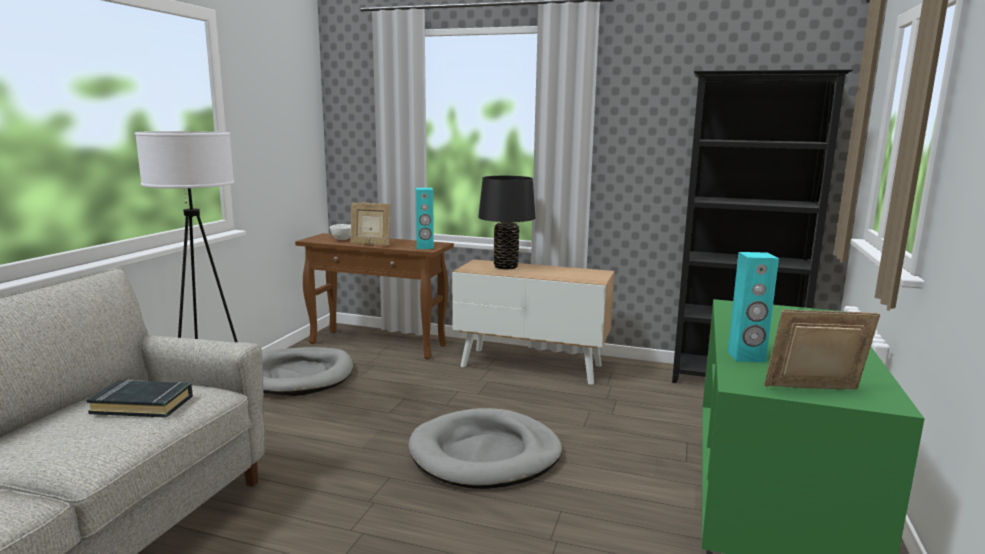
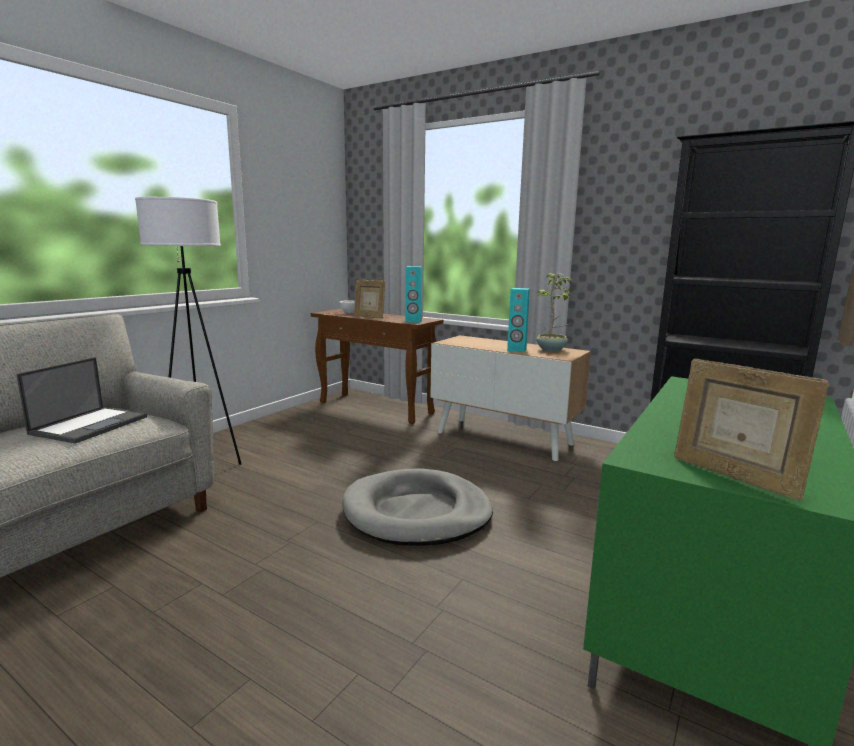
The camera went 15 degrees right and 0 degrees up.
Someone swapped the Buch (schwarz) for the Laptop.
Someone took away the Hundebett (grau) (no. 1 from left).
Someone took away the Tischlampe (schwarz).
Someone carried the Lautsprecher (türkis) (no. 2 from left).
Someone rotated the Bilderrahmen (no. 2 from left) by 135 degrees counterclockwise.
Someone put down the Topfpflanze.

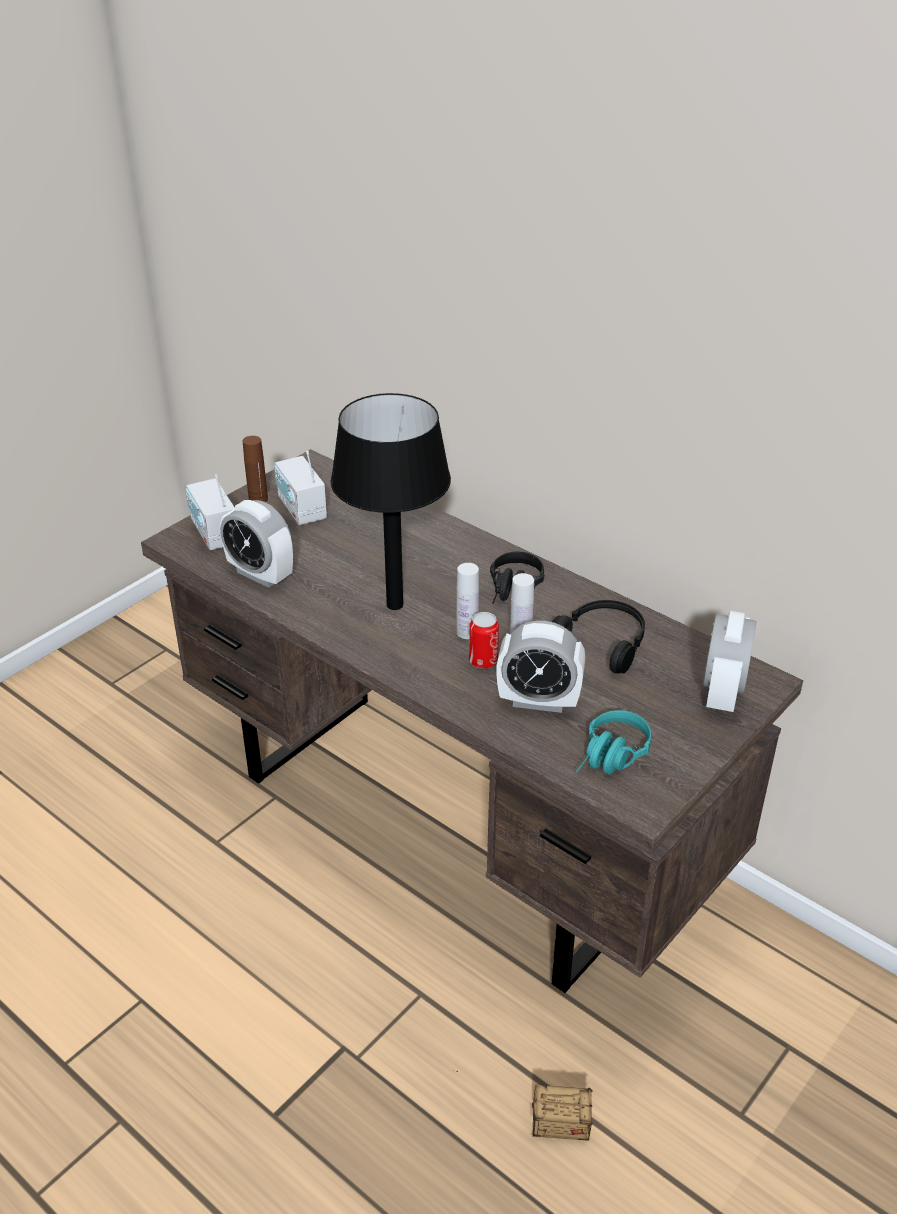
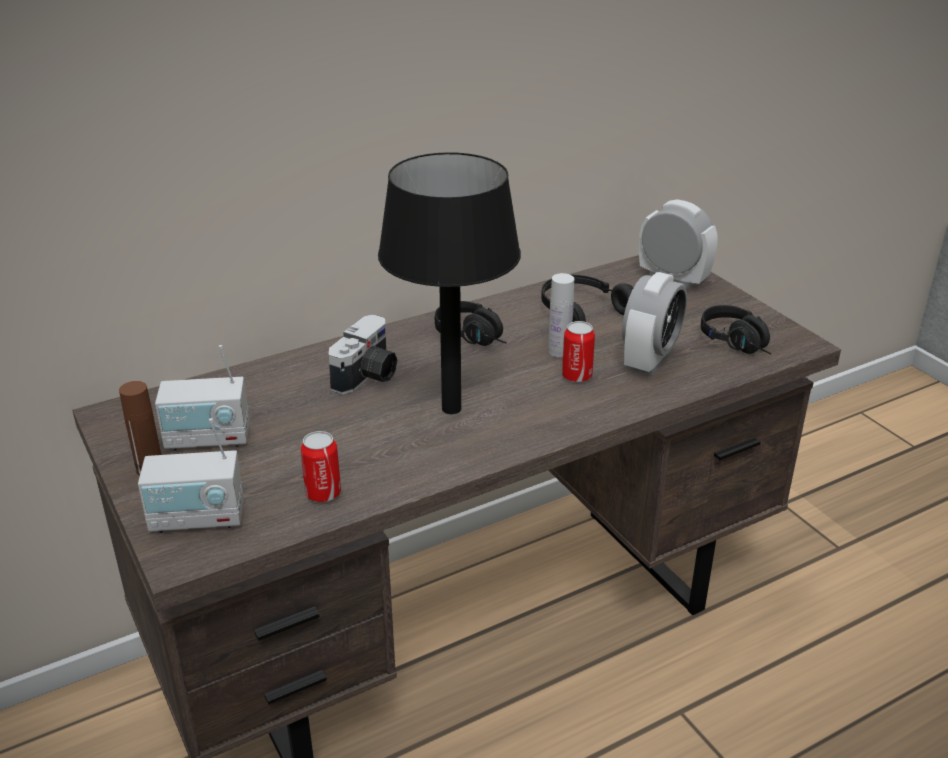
The camera went 70 degrees left and 5 degrees down.
Someone swapped the Wecker (no. 1 from left) for the Dose (no. 1 from left).
Someone took away the Aufbewahrungsbox.
Someone took away the Flasche (weiß) (no. 1 from left).
Someone repainted the Kopfhörer (türkis), which became the Kopfhörer (schwarz) (no. 3 from left).
Someone put down the Kamera.

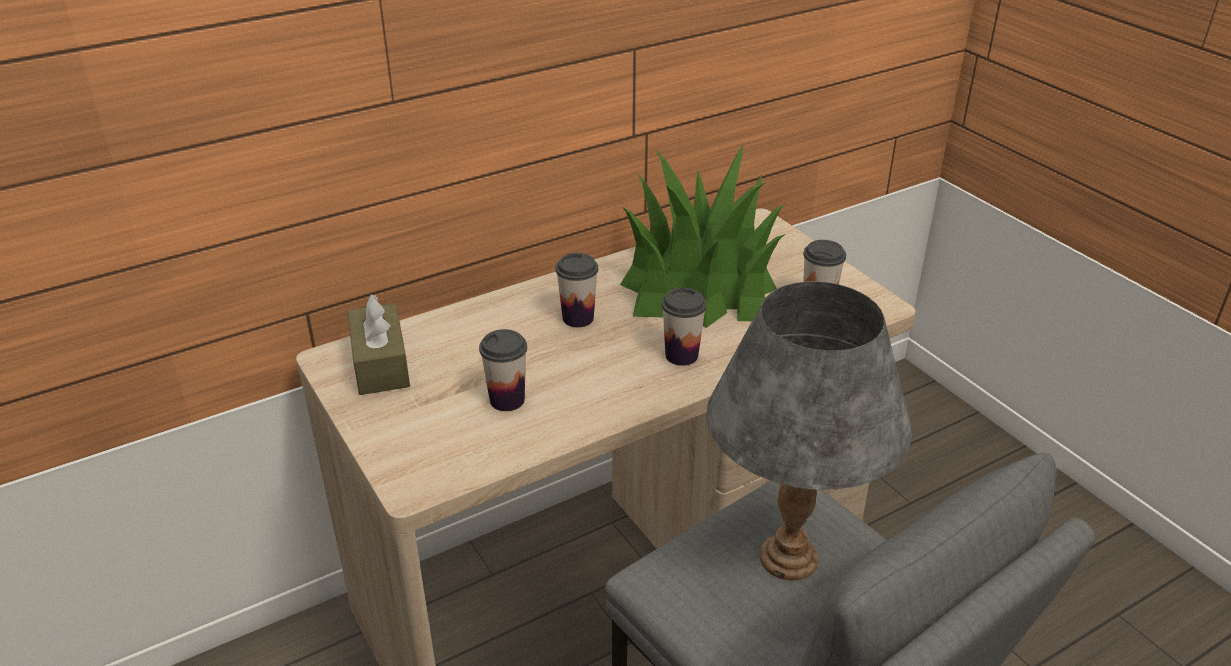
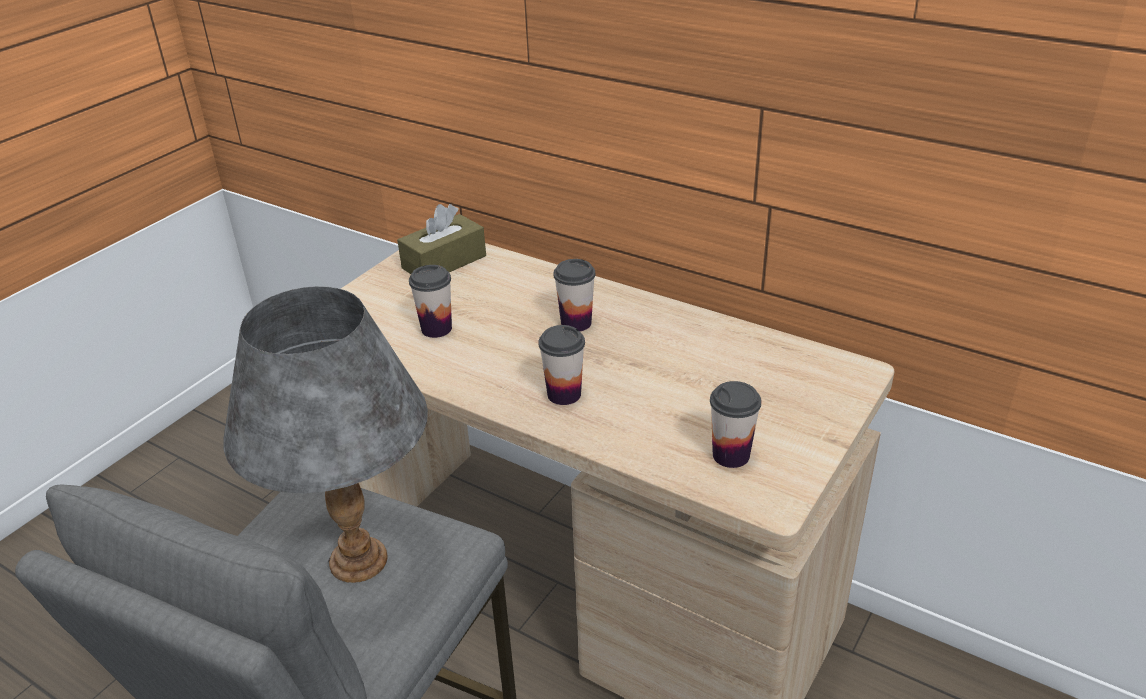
The camera went 65 degrees right and 0 degrees up.
Someone took away the Topfpflanze.

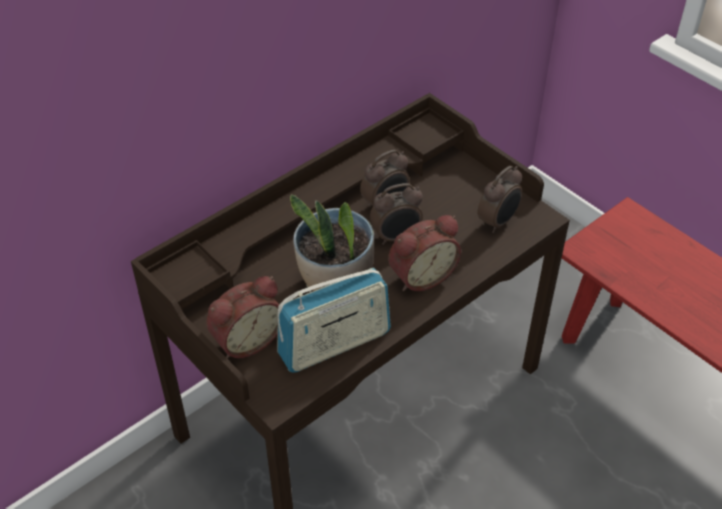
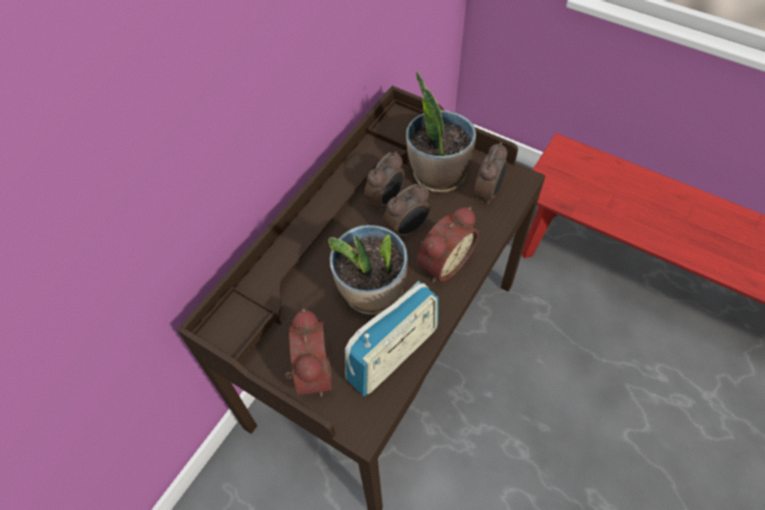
The camera went 15 degrees left and 10 degrees up.
Someone rotated the Wecker (no. 1 from left) by 45 degrees counterclockwise.
Someone put down the Topfpflanze (no. 2 from left).

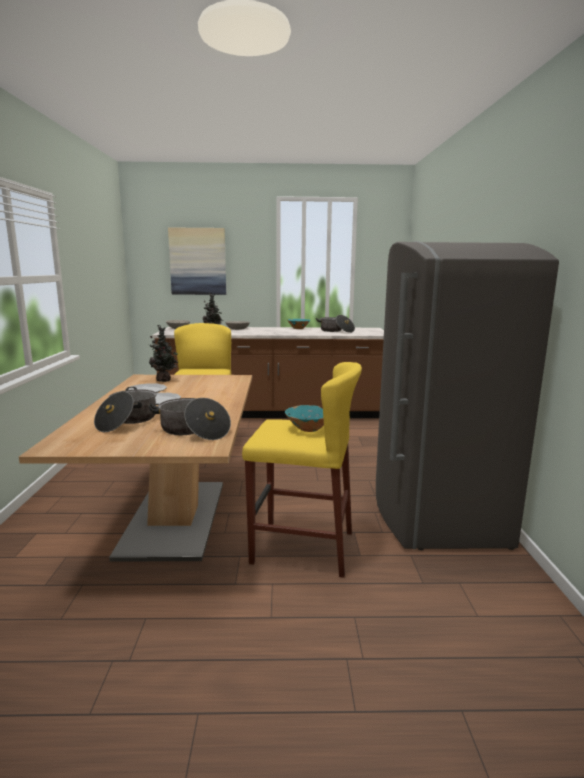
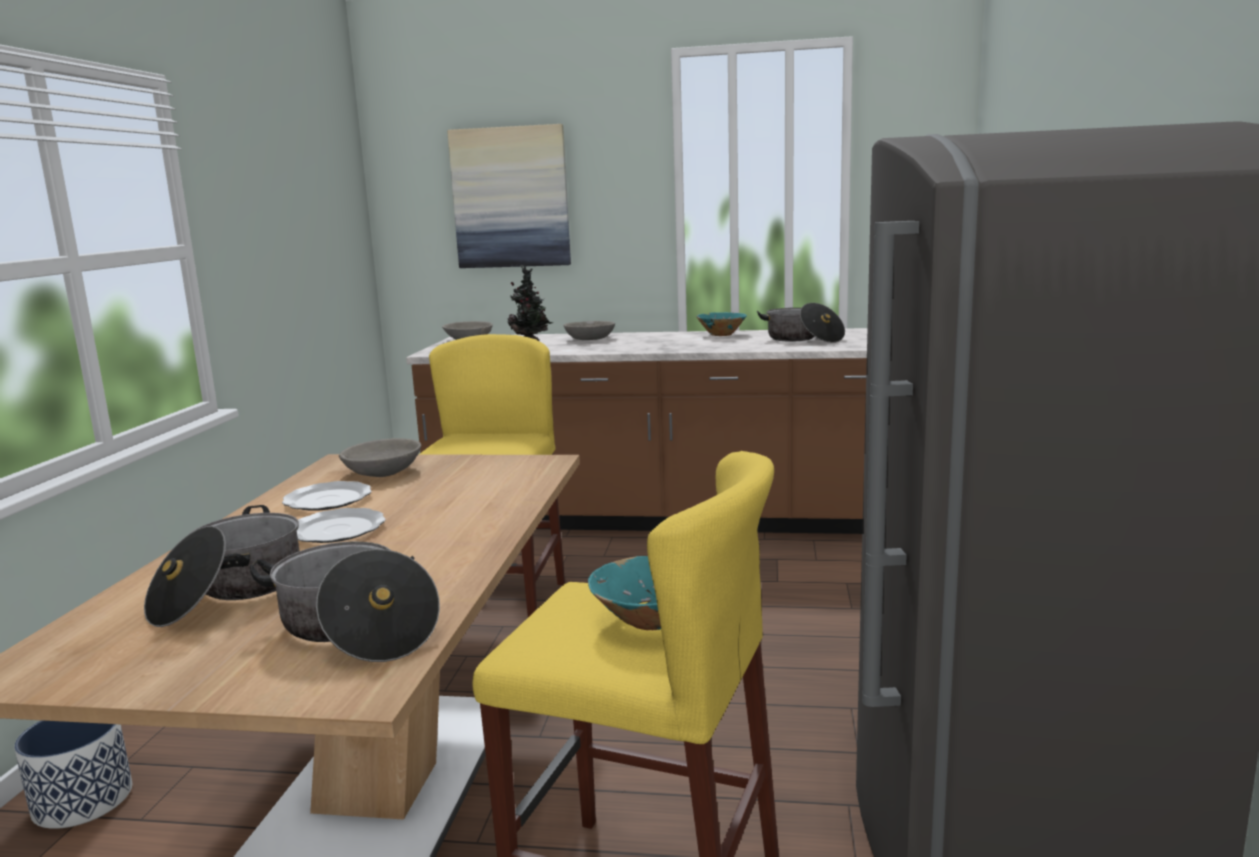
The camera went 10 degrees right and 0 degrees up.
Someone swapped the Topfpflanze (no. 1 from left) for the Schüssel (grau) (no. 1 from left).
Someone put down the Pflanzkübel.

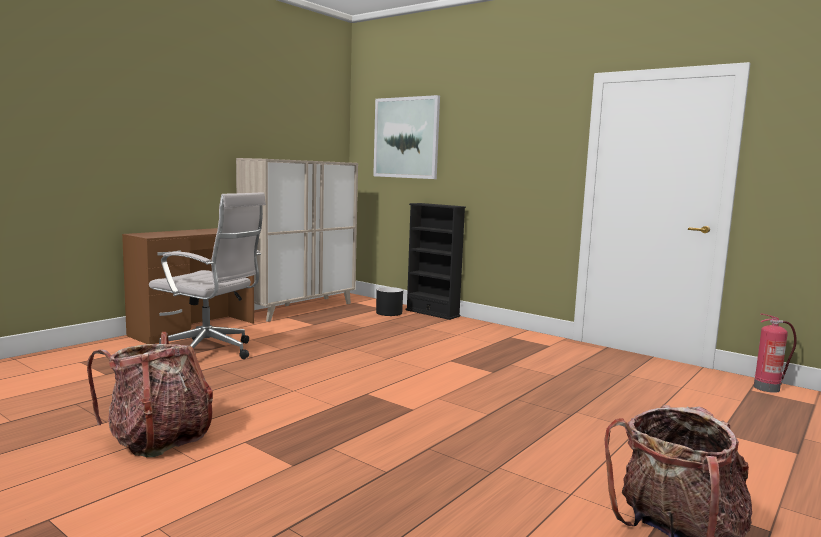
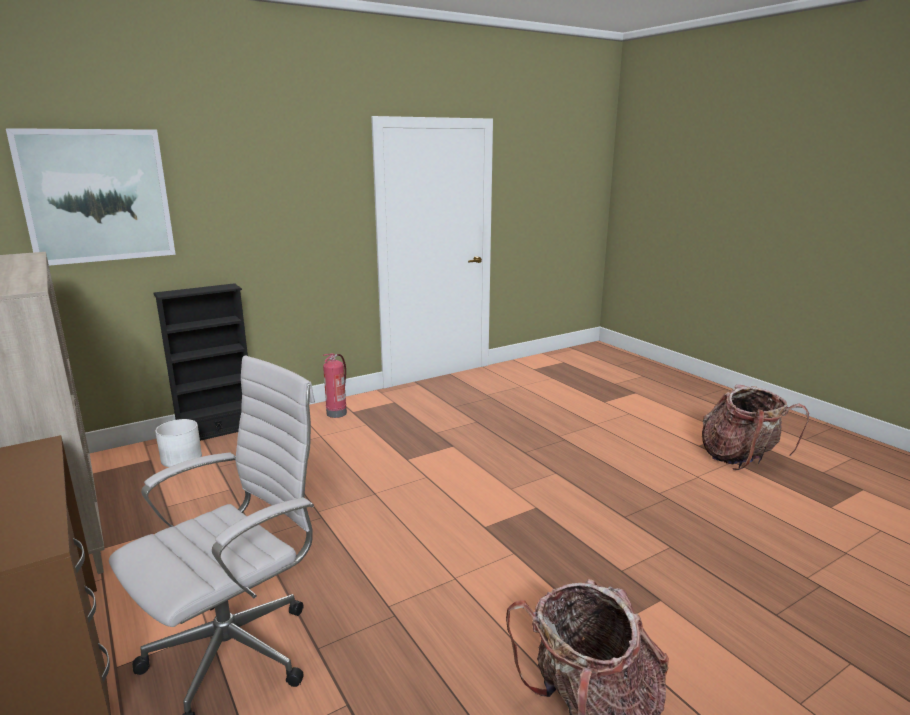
The camera went 70 degrees left and 10 degrees up.
Someone repainted the Pflanzkübel (schwarz), which became the Pflanzkübel (weiß).
Someone carried the Feuerlöscher.

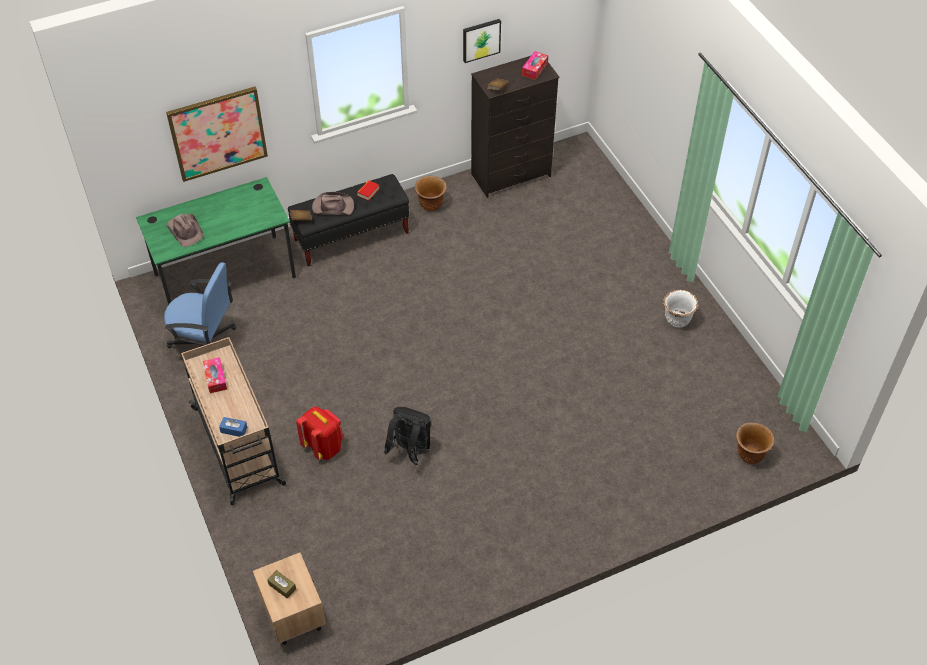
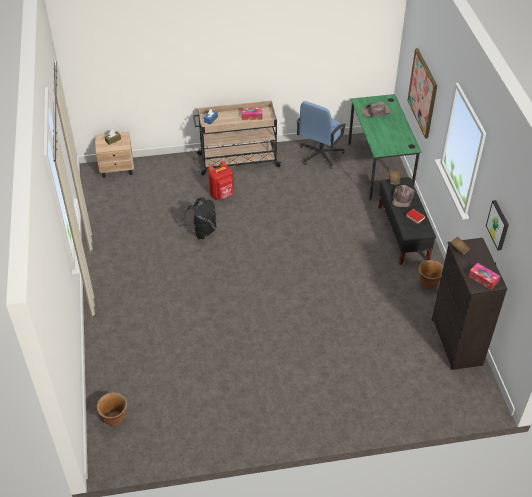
The camera went 105 degrees right and 5 degrees down.
Someone took away the Pflanzkübel (weiß).

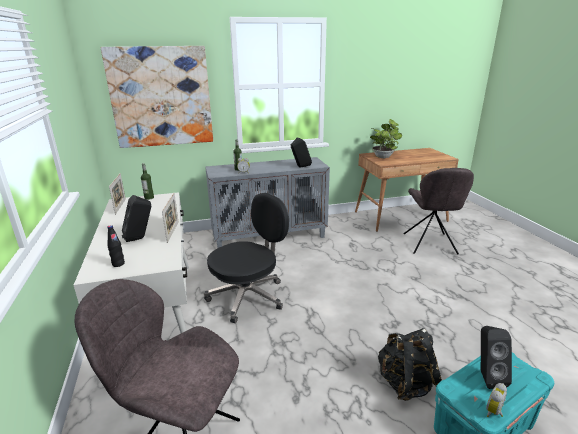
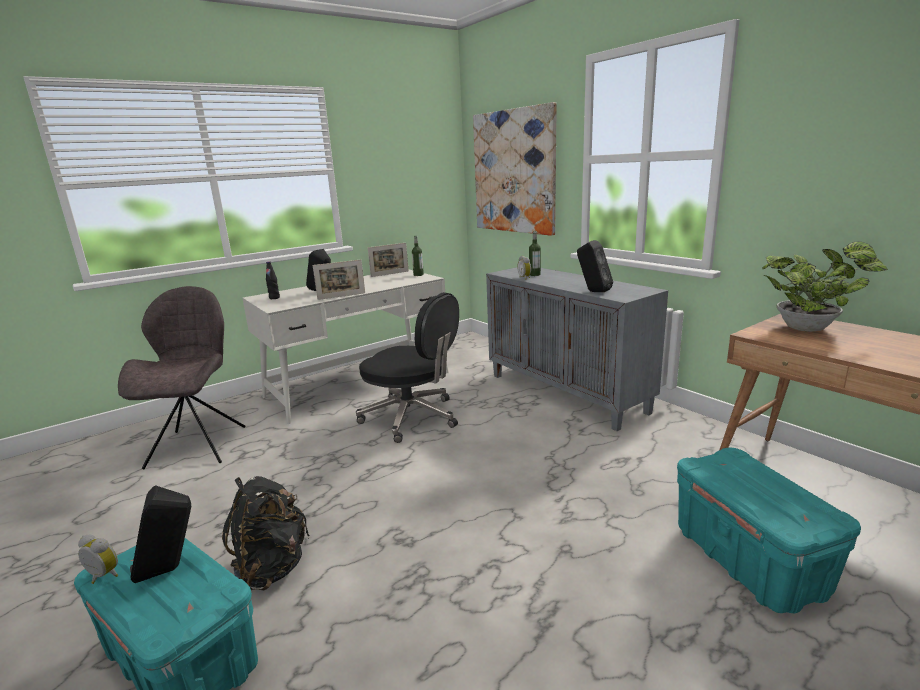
The camera went 70 degrees right and 5 degrees down.
Someone swapped the Stuhl (grau) (no. 2 from left) for the Aufbewahrungsbox (türkis) (no. 2 from left).

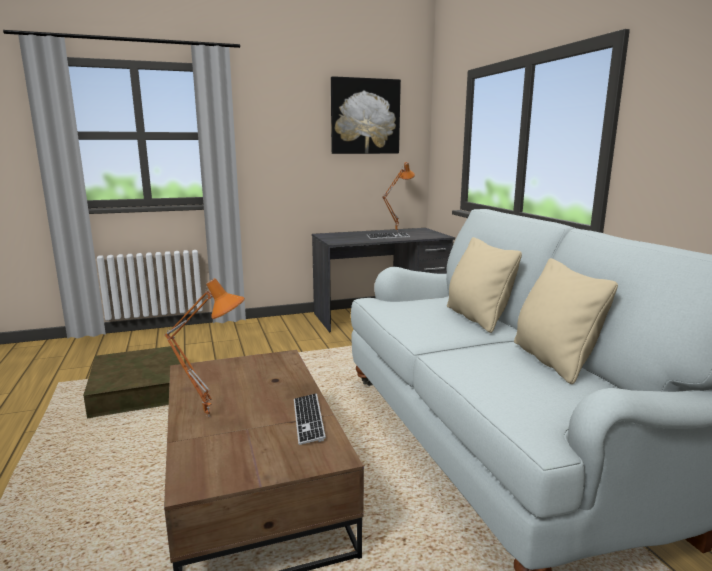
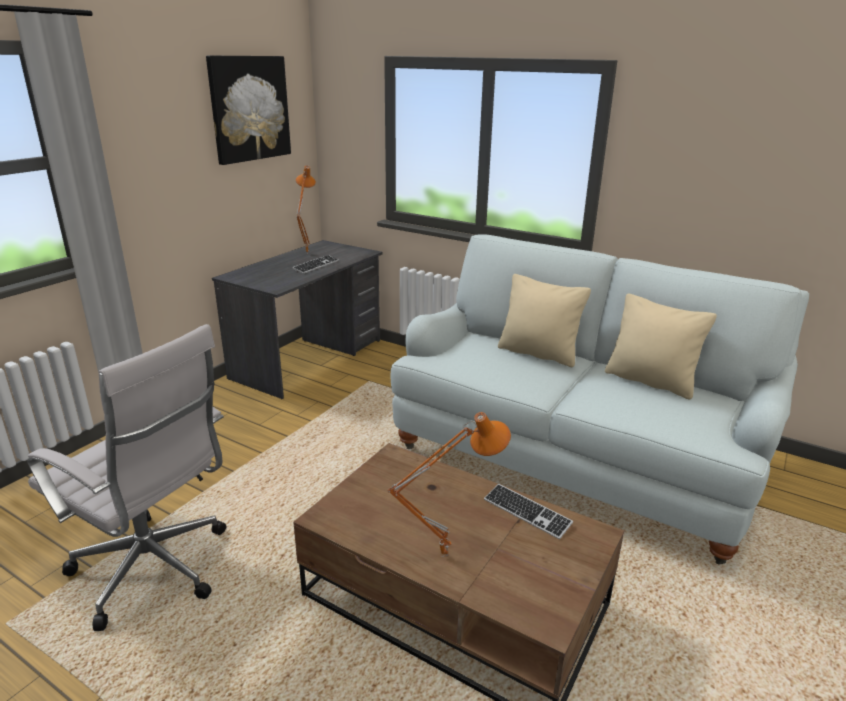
The camera went 40 degrees left and 10 degrees up.
Someone swapped the Aufbewahrungsbox (braun) for the Bürostuhl (weiß).

